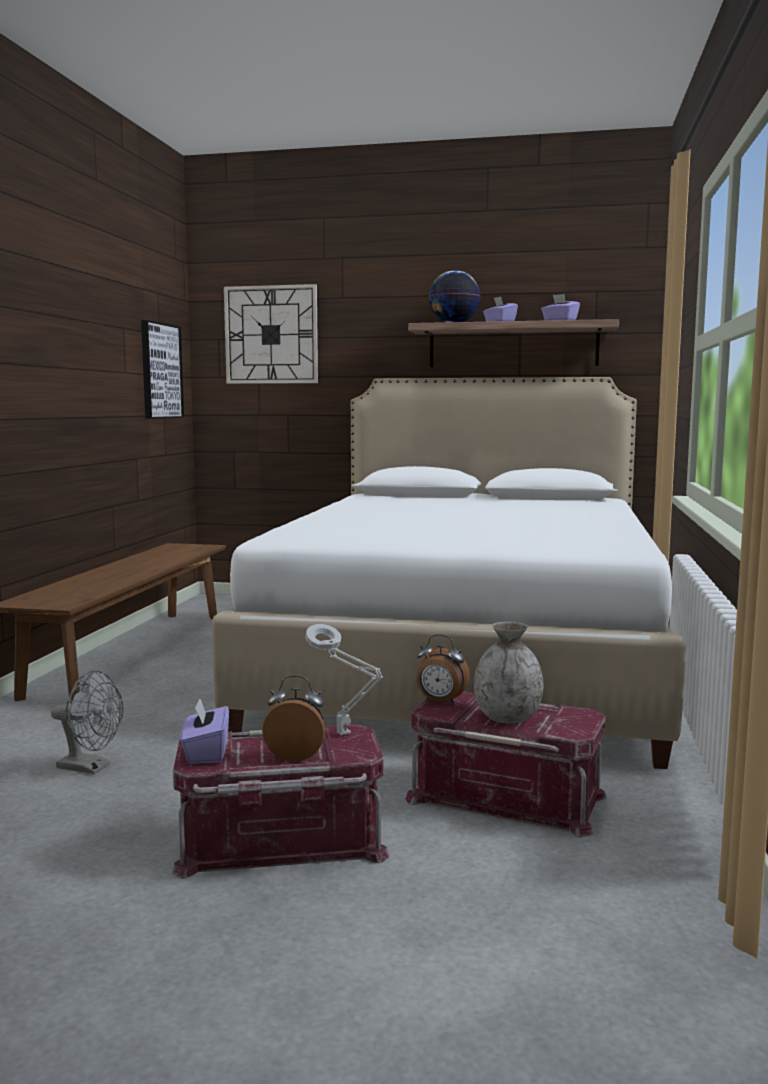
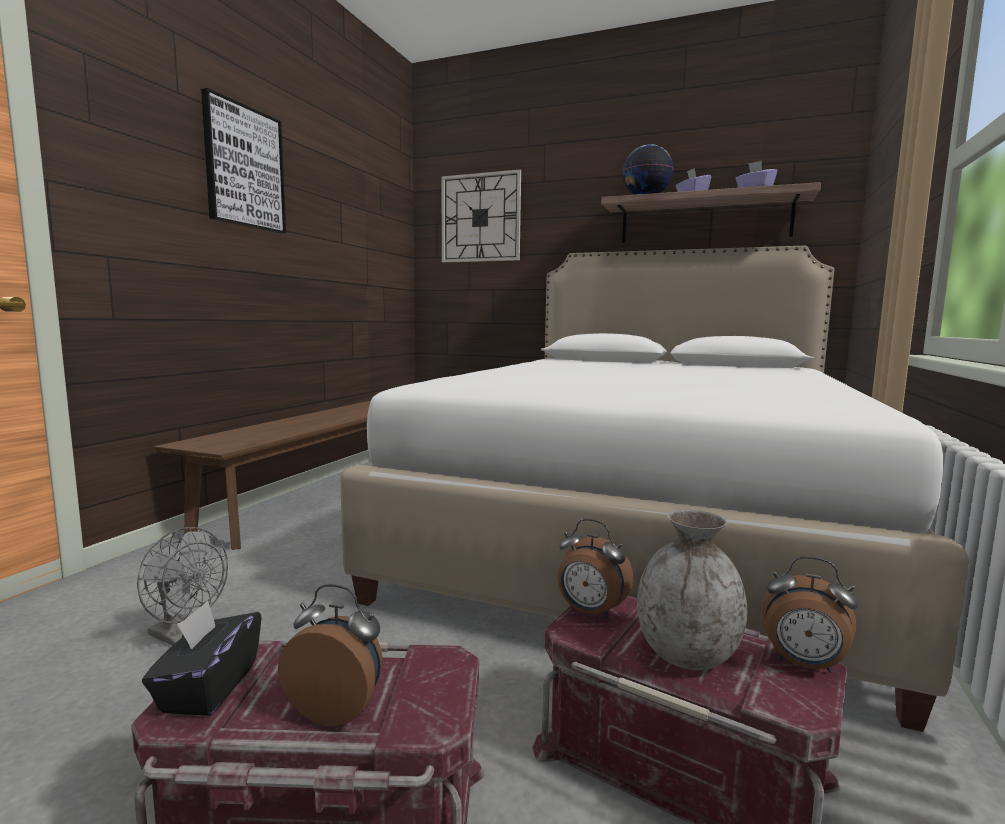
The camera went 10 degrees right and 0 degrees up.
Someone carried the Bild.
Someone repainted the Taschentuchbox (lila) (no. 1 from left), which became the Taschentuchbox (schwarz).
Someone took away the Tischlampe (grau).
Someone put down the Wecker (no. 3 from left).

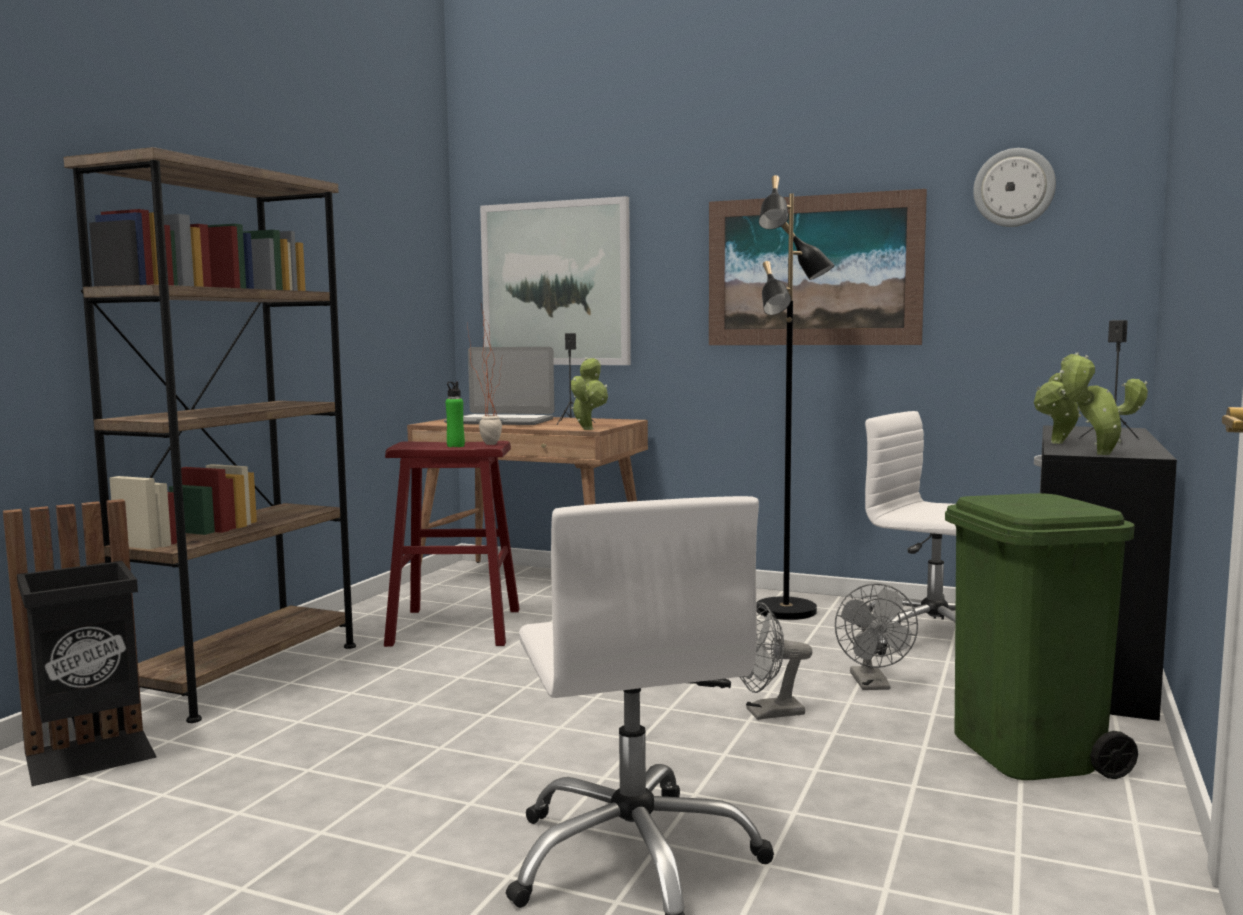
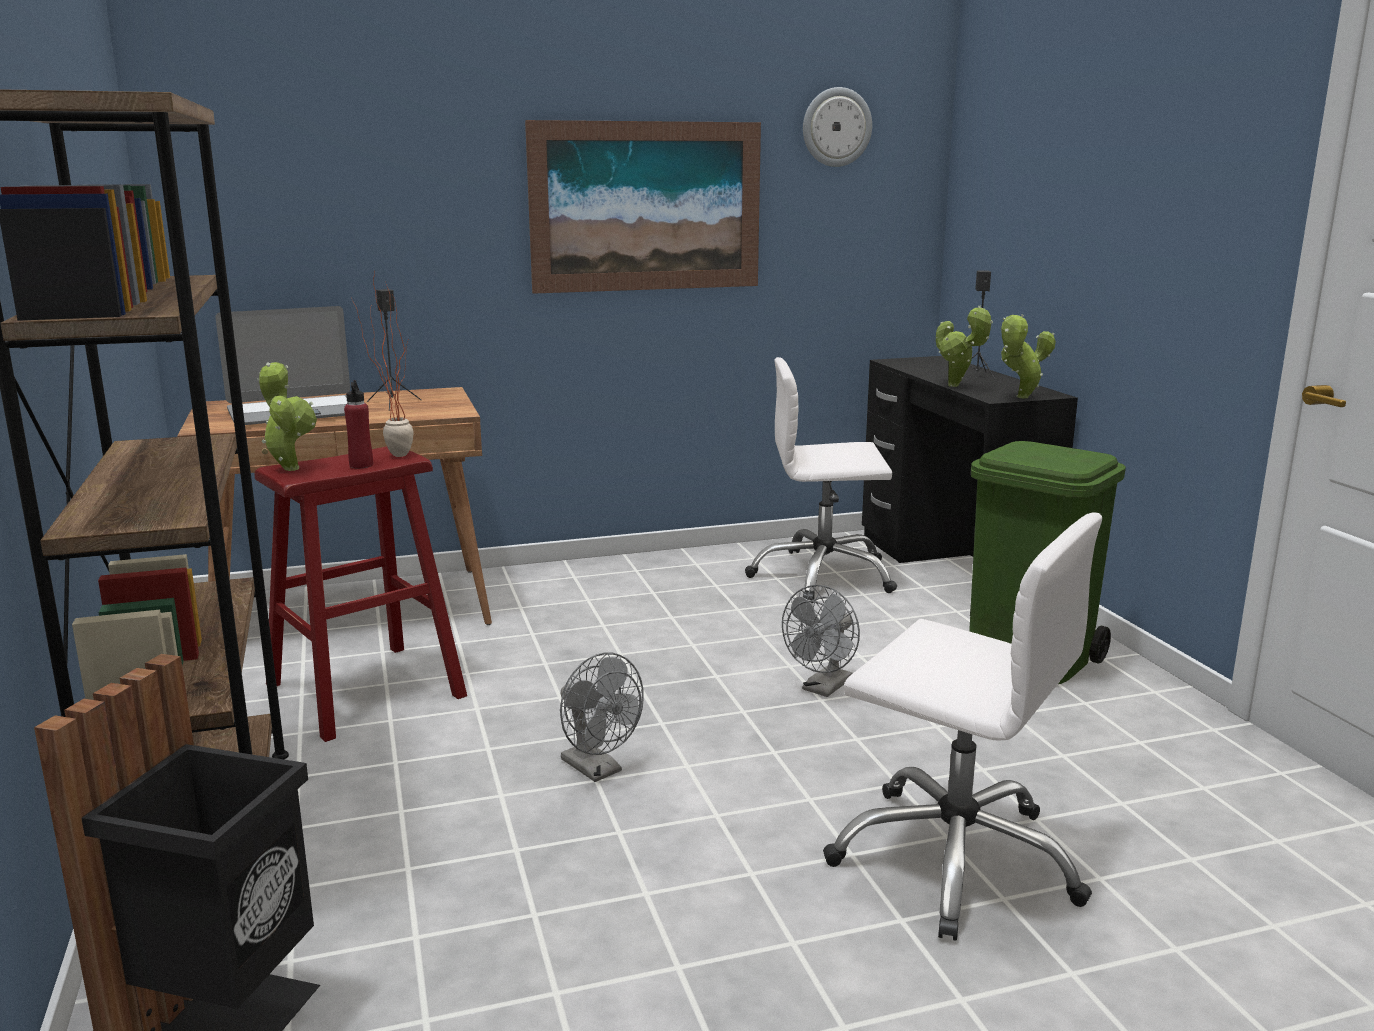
The camera went 40 degrees left and 10 degrees up.
Someone repainted the Flasche (grün), which became the Flasche (rot).
Someone took away the Bild (no. 1 from left).
Someone carried the Topfpflanze (no. 2 from left in the first image).
Someone took away the Stehlampe (schwarz).
Someone carried the Ventilator (grau) (no. 2 from left in the first image).

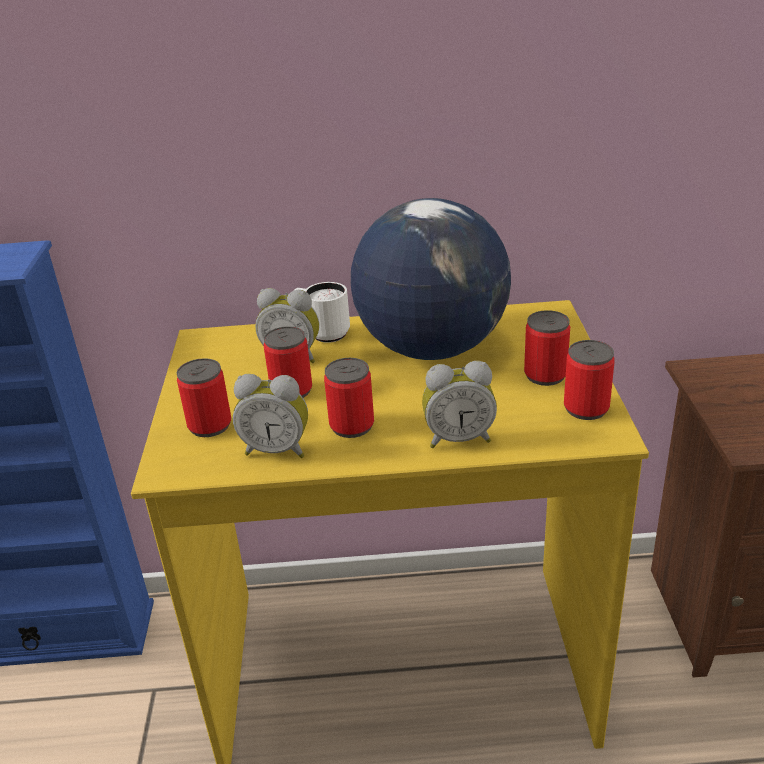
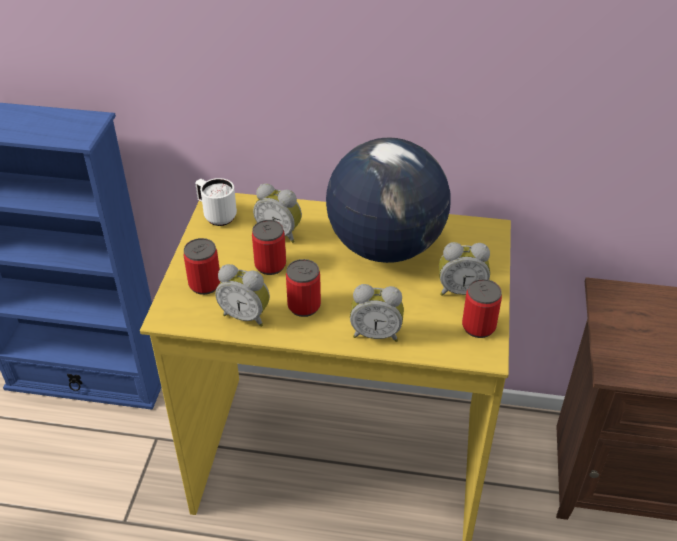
The camera went 10 degrees right and 10 degrees up.
Someone carried the Henkelbecher (weiß).
Someone swapped the Dose (no. 4 from left) for the Wecker (no. 4 from left).

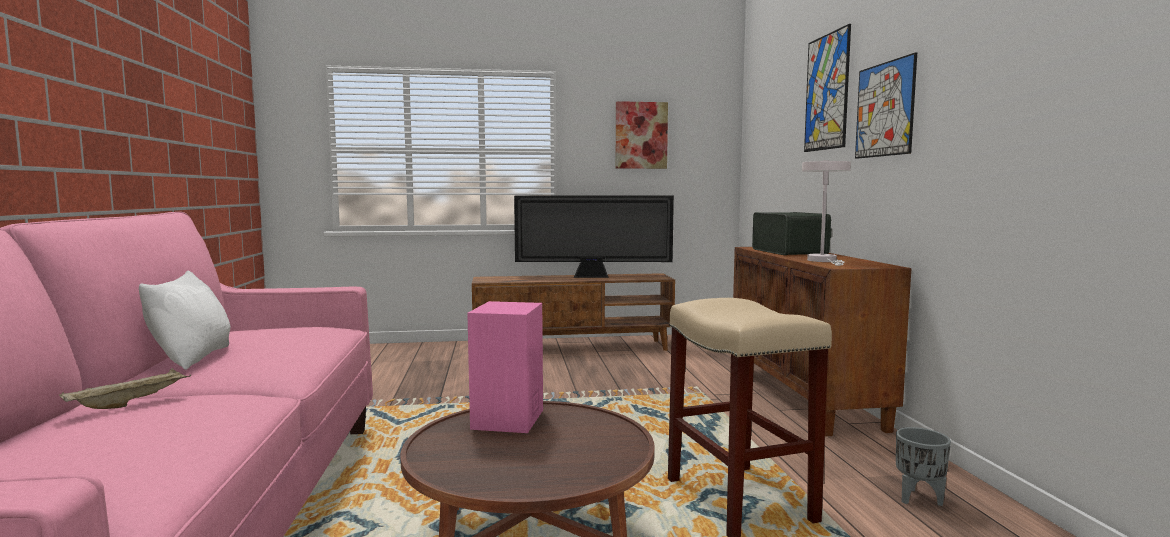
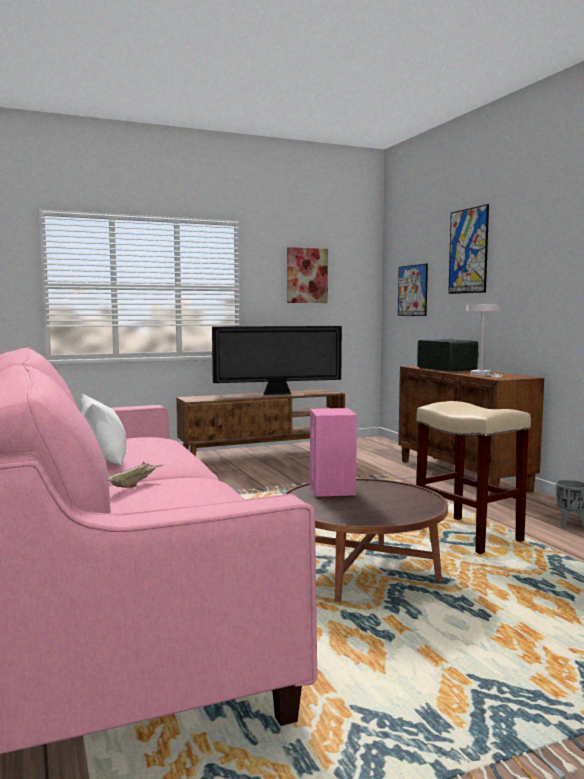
The camera went 15 degrees left and 0 degrees up.
Someone carried the Bild (no. 3 from left in the first image).

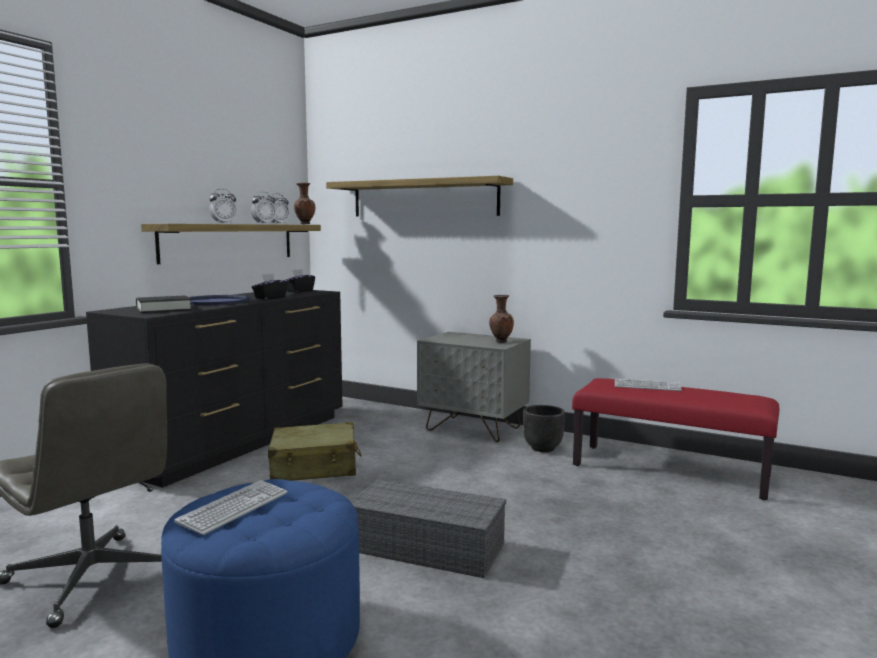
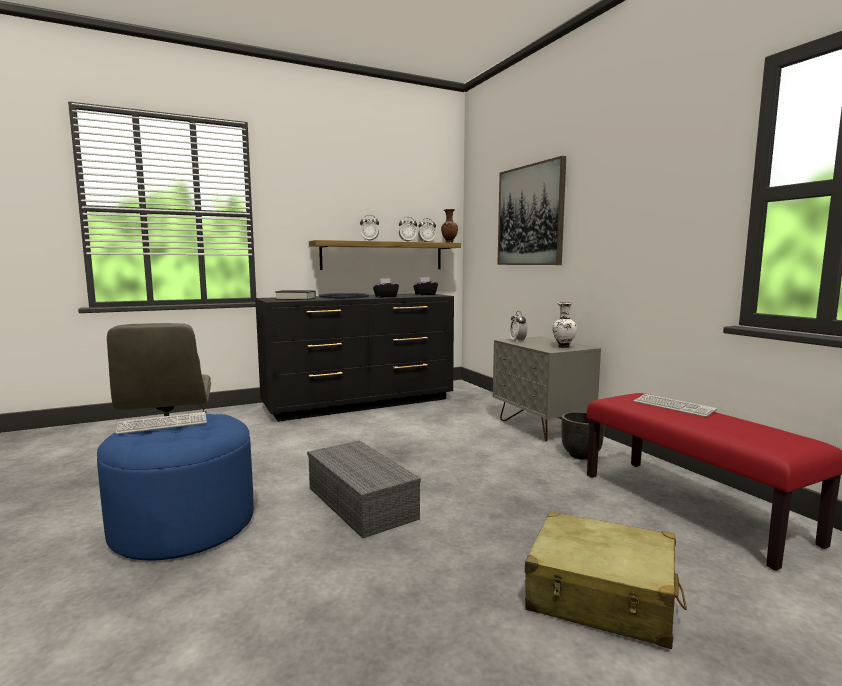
The camera went 35 degrees right and 0 degrees up.
Someone carried the Koffer (beige).
Someone swapped the Wandregal (no. 2 from left) for the Bild.
Someone repainted the Vase (braun) (no. 2 from left), which became the Vase (weiß).
Someone put down the Wecker (no. 4 from left).

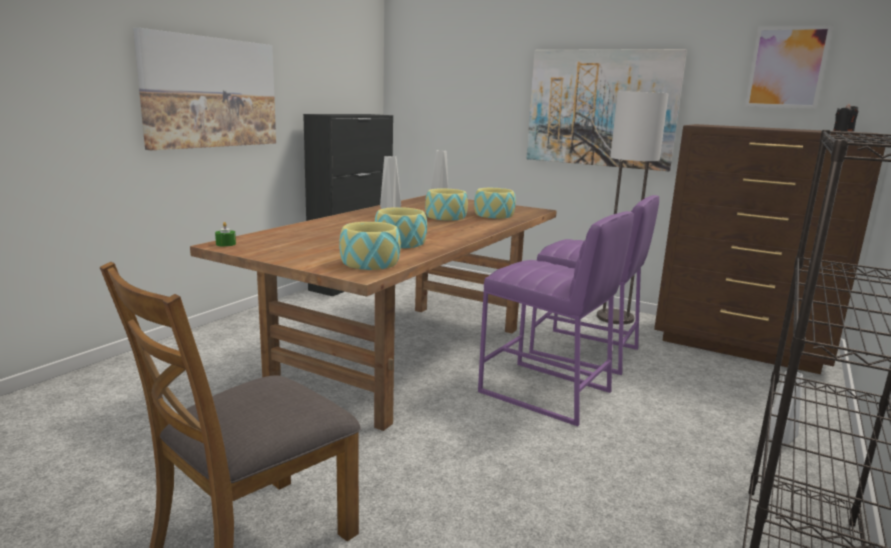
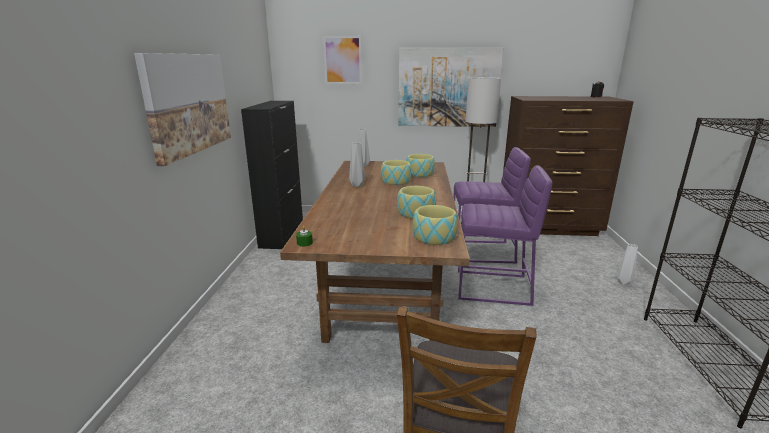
The camera went 25 degrees left and 5 degrees up.
Someone carried the Bild (no. 3 from left in the first image).

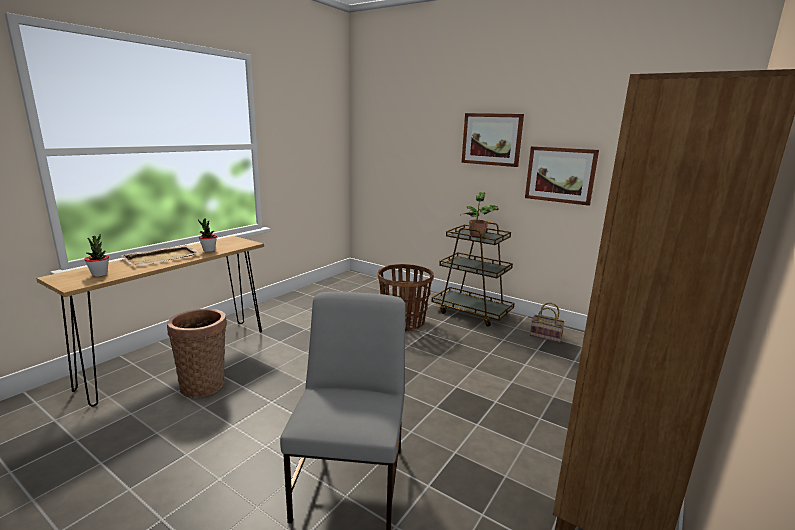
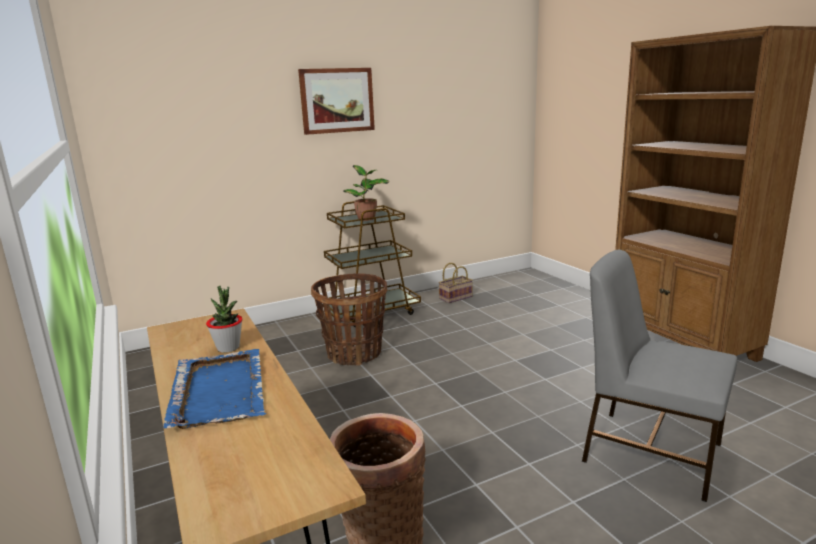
The camera went 60 degrees left and 0 degrees up.
Someone took away the Topfpflanze (no. 1 from left).
Someone repainted the Tablett (beige), which became the Tablett (blau).
Someone took away the Bild (no. 2 from left).

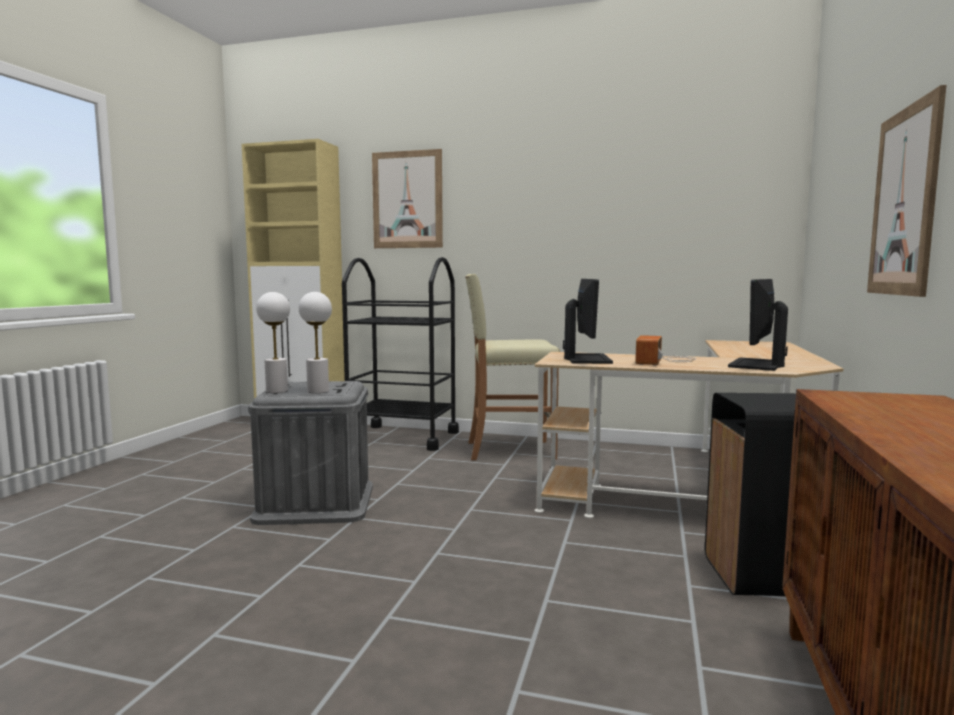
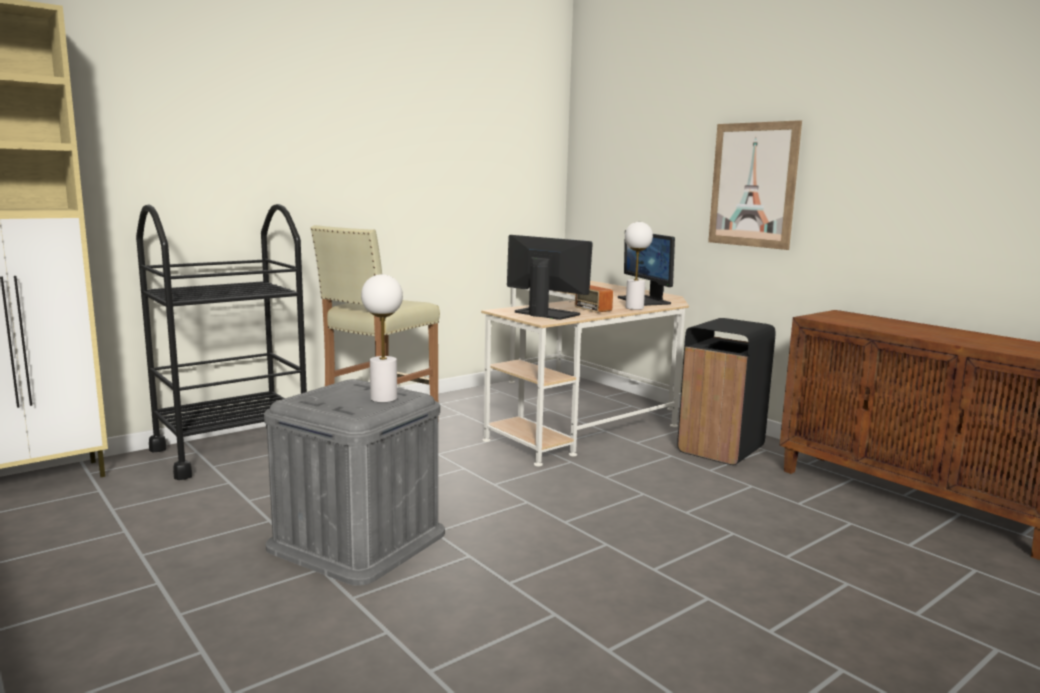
The camera went 55 degrees left and 5 degrees up.
Someone carried the Tischlampe (weiß) (no. 1 from left in the first image).
Someone took away the Bild (no. 1 from left).

